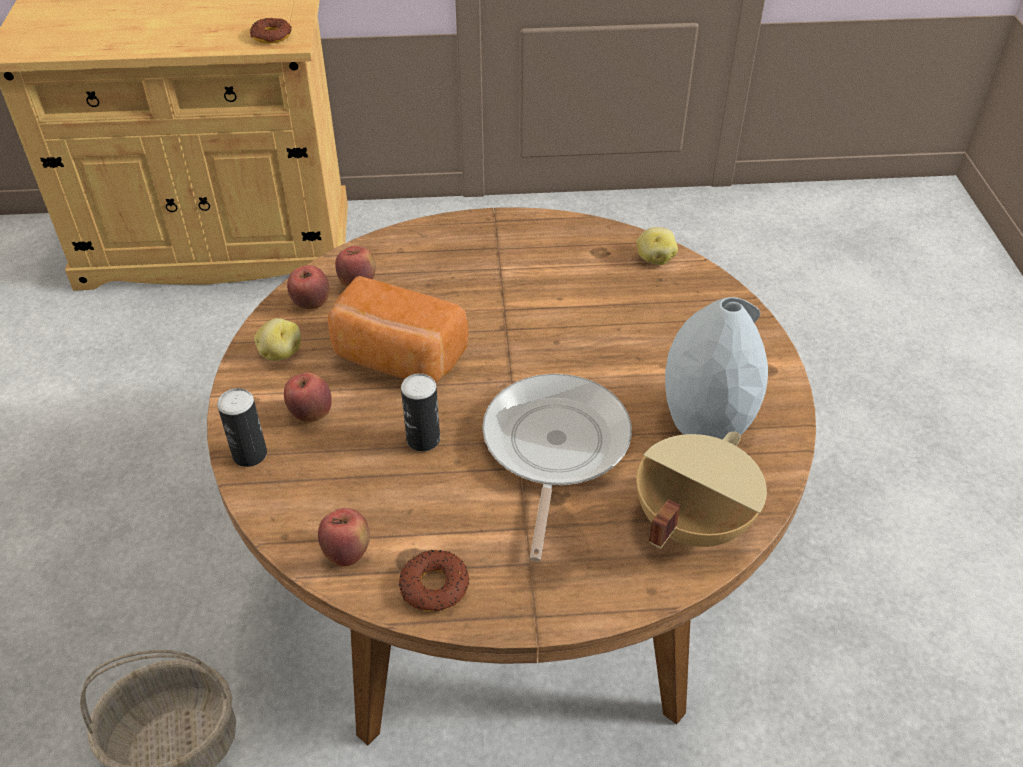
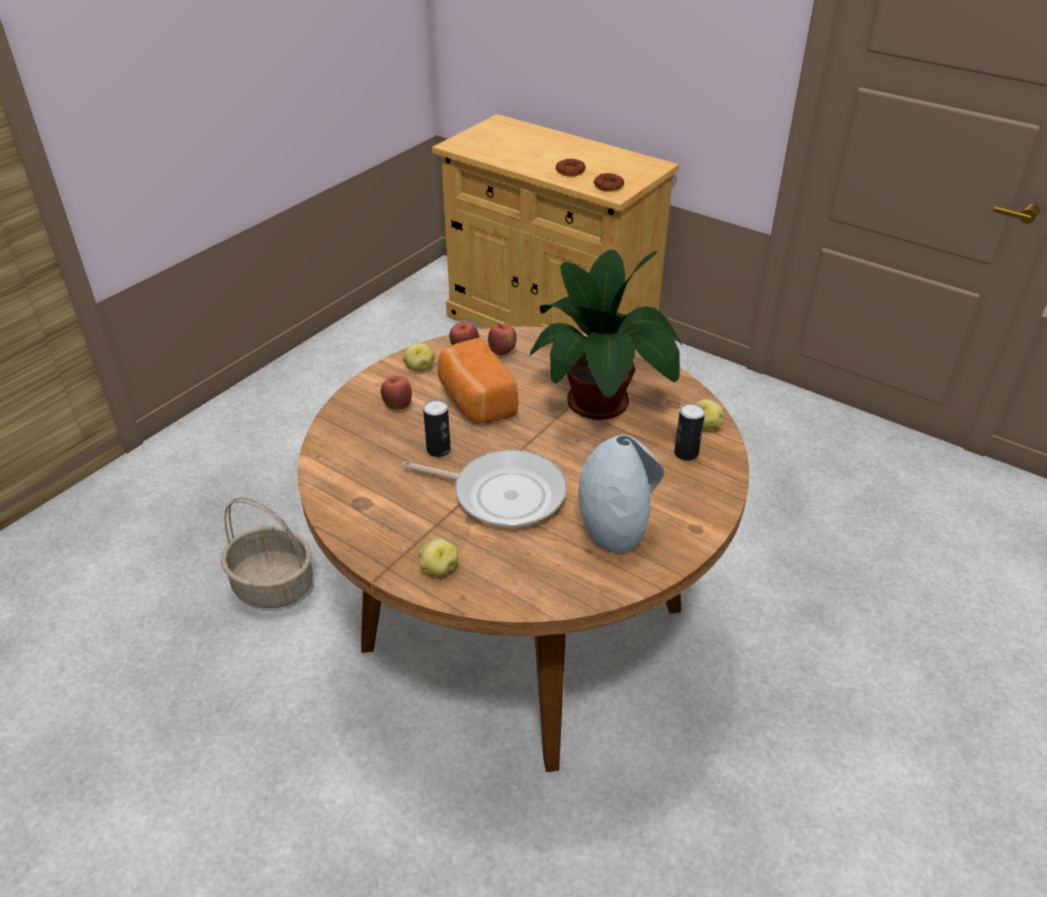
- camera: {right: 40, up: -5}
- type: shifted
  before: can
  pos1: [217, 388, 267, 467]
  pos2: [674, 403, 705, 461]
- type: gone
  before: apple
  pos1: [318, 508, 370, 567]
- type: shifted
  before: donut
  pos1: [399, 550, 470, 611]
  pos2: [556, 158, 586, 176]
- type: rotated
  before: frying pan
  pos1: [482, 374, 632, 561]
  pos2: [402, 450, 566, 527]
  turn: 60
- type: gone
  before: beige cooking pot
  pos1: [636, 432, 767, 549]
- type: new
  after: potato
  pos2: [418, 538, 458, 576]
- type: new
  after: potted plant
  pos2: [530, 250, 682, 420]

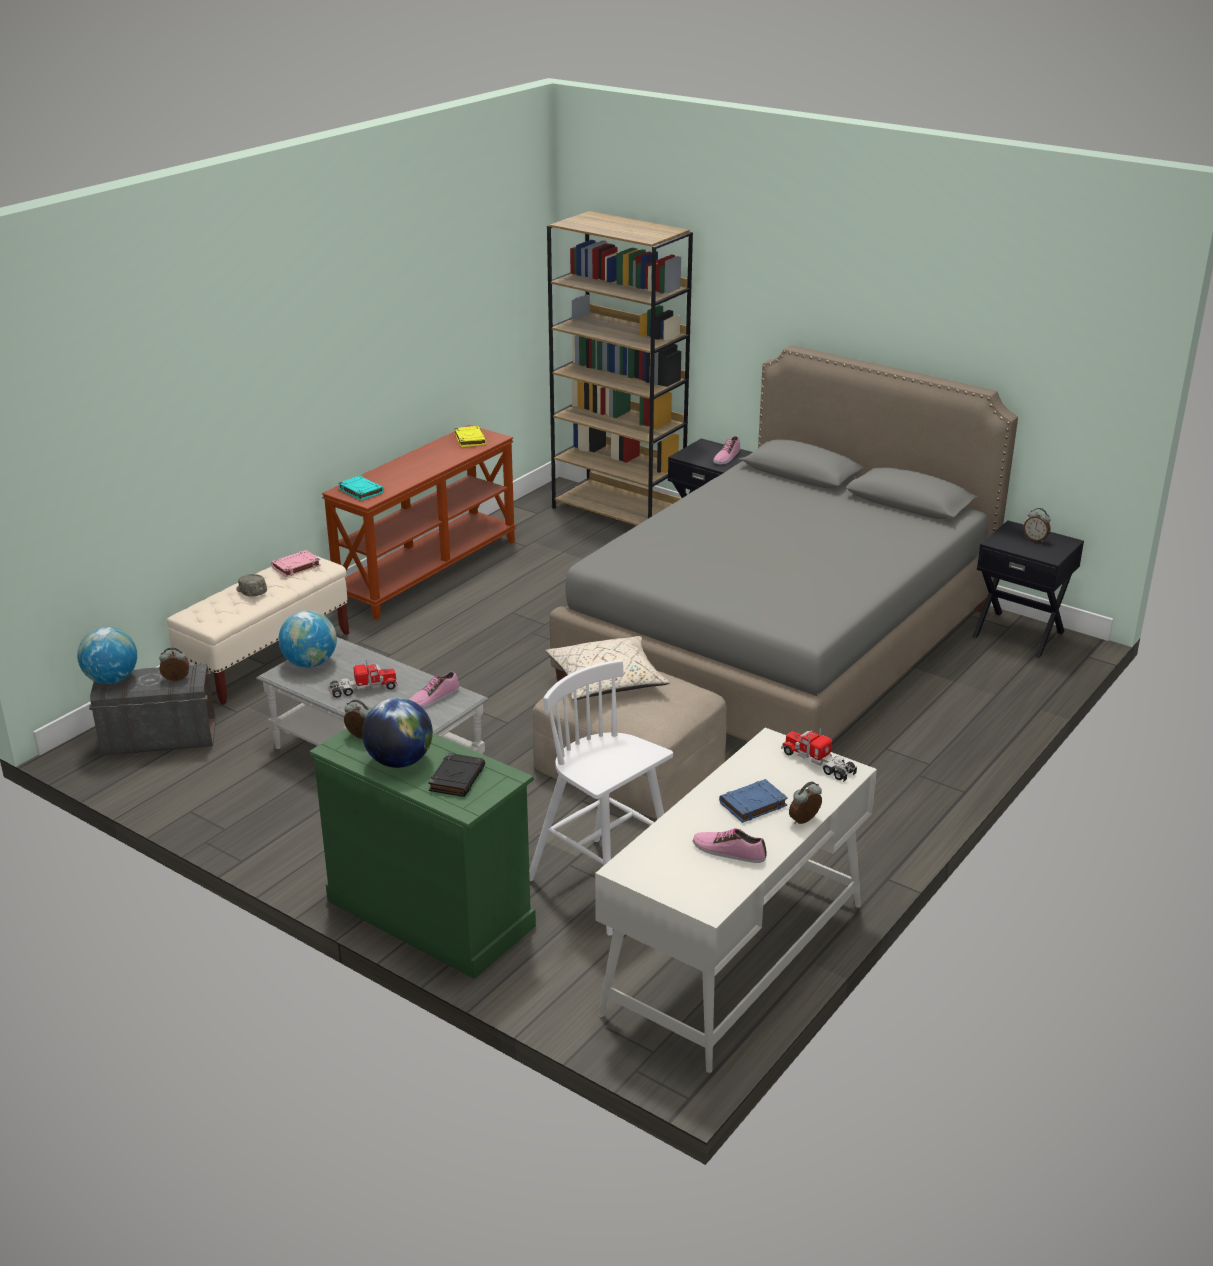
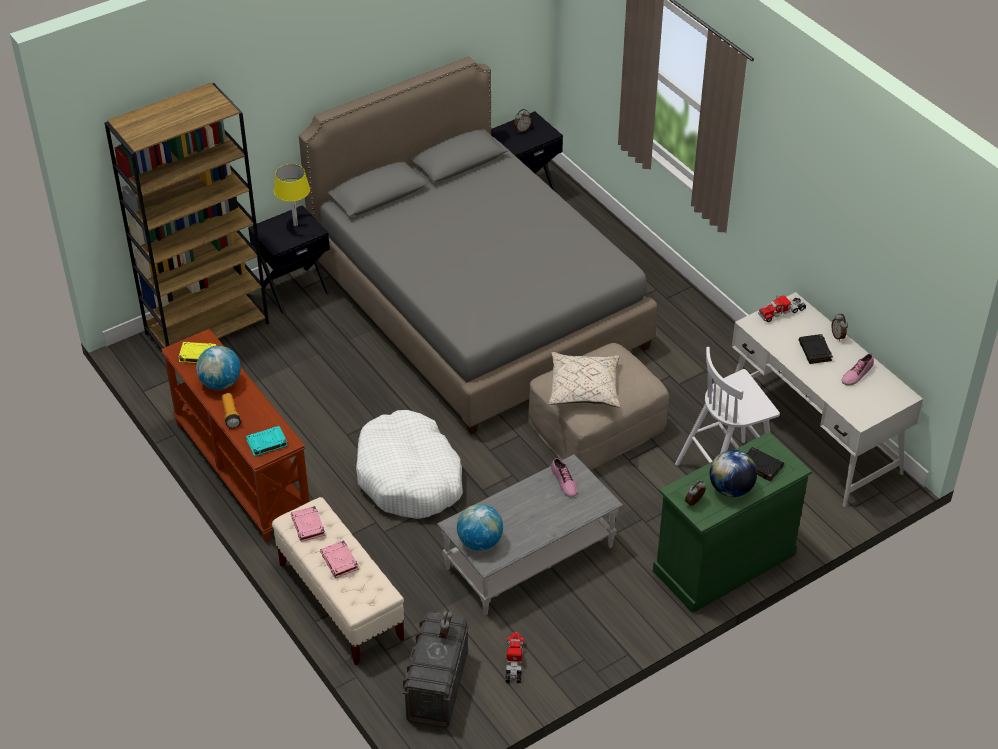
- camera: {right: -70, up: 15}
- type: shifted
  before: globe
  pos1: [77, 627, 137, 684]
  pos2: [196, 346, 241, 390]
- type: swapped
  before: grey cap
  after: pink book
  pos1: [236, 574, 267, 597]
  pos2: [320, 540, 359, 578]
- type: shifted
  before: toy truck
  pos1: [328, 659, 398, 698]
  pos2: [506, 633, 524, 683]
- type: swapped
  before: shoe
  after: yellow table lamp
  pos1: [713, 436, 740, 464]
  pos2: [274, 164, 310, 226]
- type: repainted
  before: blue book
  after: black book
  pos1: [719, 779, 788, 823]
  pos2: [799, 334, 833, 364]
- type: new
  after: flashlight
  pos2: [222, 393, 241, 428]
- type: new
  after: white dog bed
  pos2: [356, 410, 463, 519]

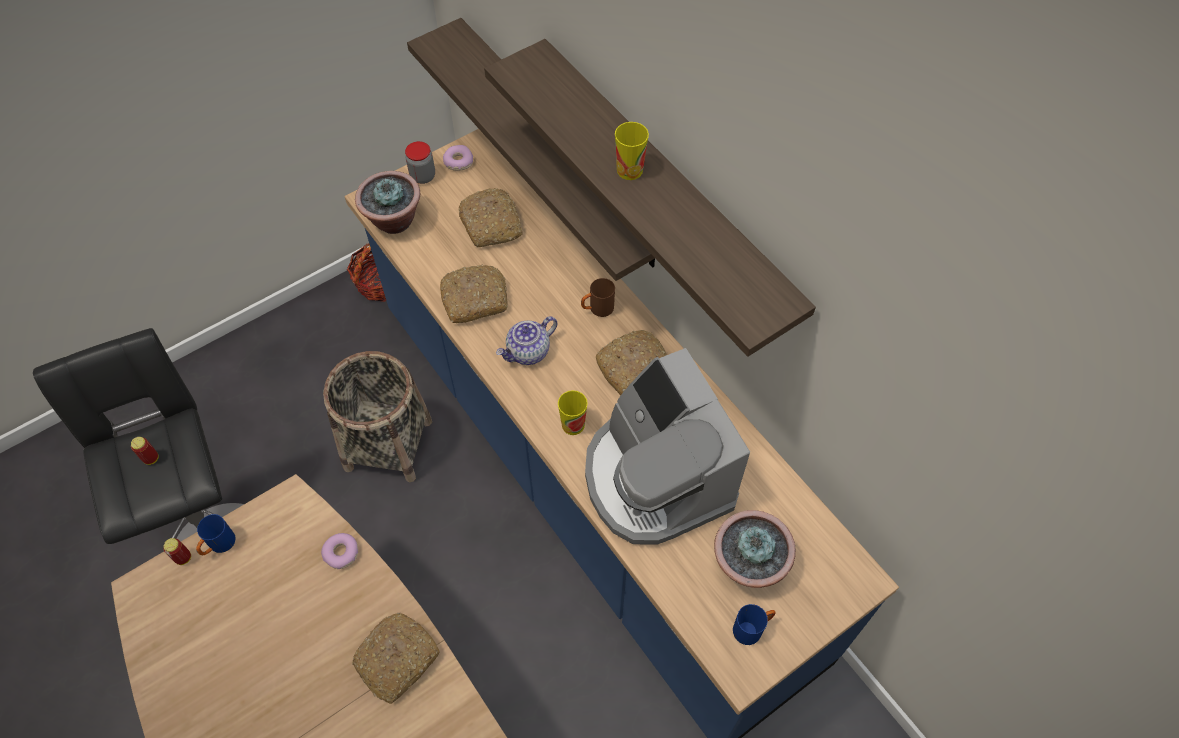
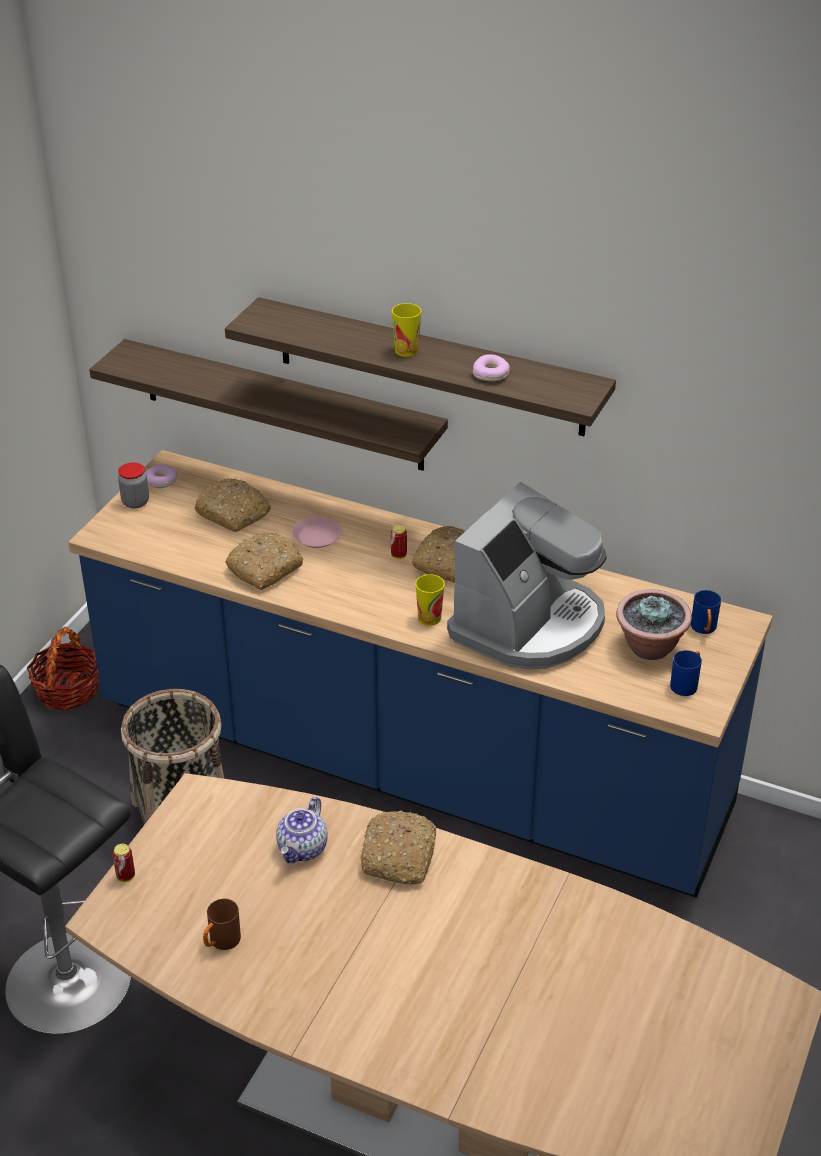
- camera: {right: -30, up: -20}
- type: shifted
  before: can
  pos1: [131, 437, 159, 465]
  pos2: [391, 525, 407, 559]
- type: shifted
  before: blue mug
  pos1: [196, 514, 235, 555]
  pos2: [691, 590, 721, 634]
- type: shifted
  before: donut
  pos1: [321, 533, 358, 569]
  pos2: [473, 354, 510, 381]
- type: gone
  before: potted plant
  pos1: [355, 171, 420, 234]
- type: shifted
  before: teapot
  pos1: [496, 316, 557, 365]
  pos2: [276, 797, 328, 863]
- type: shifted
  before: brown mug
  pos1: [581, 278, 615, 317]
  pos2: [203, 899, 241, 950]
- type: rotated
  before: coffee machine
  pos1: [585, 348, 750, 545]
  pos2: [447, 482, 607, 669]
  turn: -90
- type: new
  after: pink plate
  pos2: [292, 516, 342, 548]

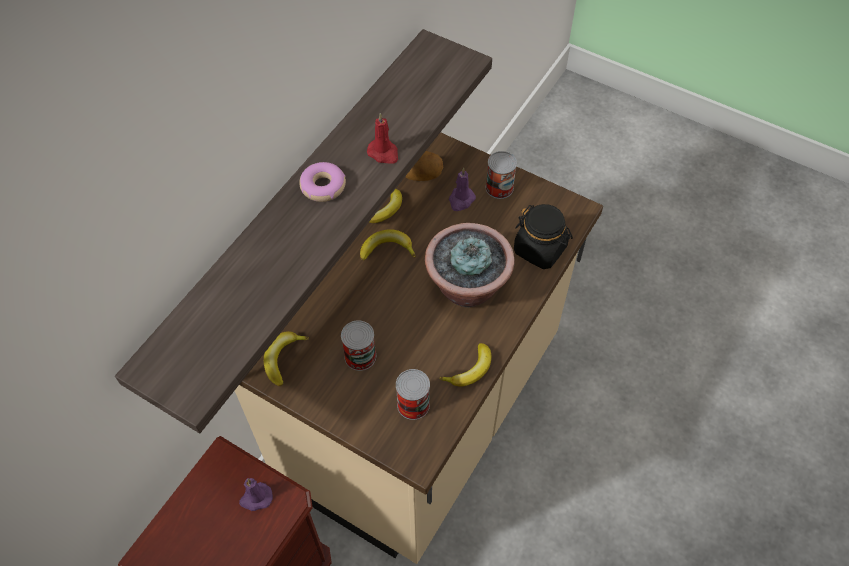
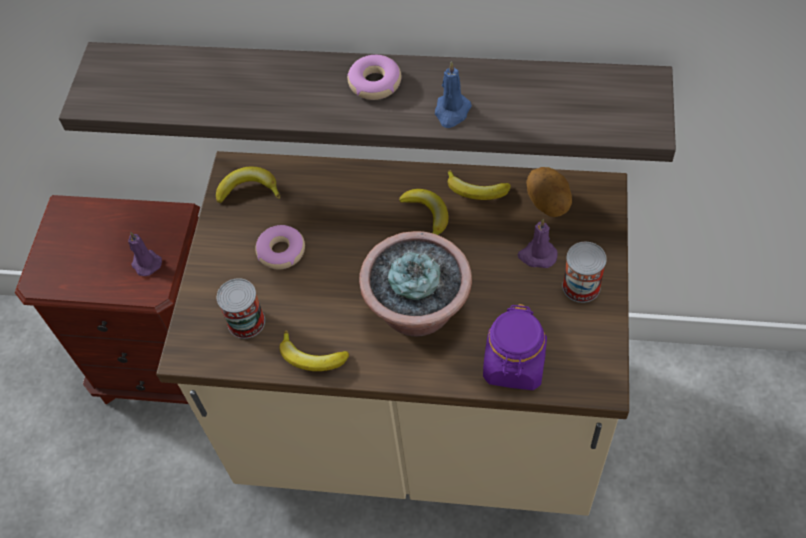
- camera: {right: 70, up: 0}
- type: swapped
  before: can
  after: donut
  pos1: [341, 320, 376, 371]
  pos2: [255, 225, 305, 269]
- type: repainted
  before: red candle
  after: blue candle
  pos1: [367, 113, 398, 164]
  pos2: [435, 61, 472, 128]
- type: repainted
  before: black jar
  after: purple jar
  pos1: [514, 204, 573, 269]
  pos2: [483, 304, 547, 390]

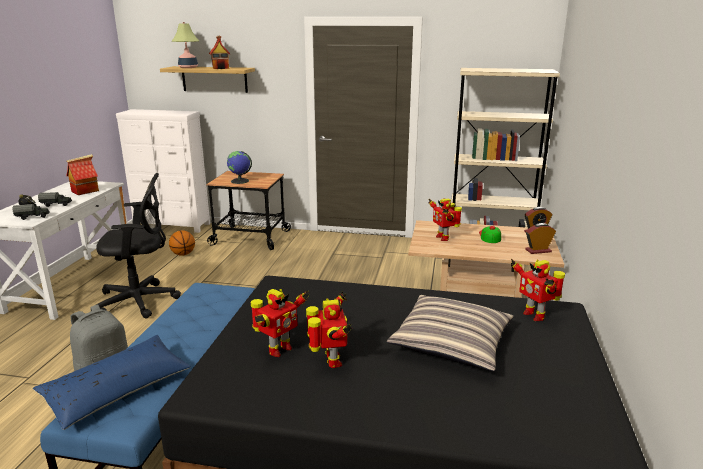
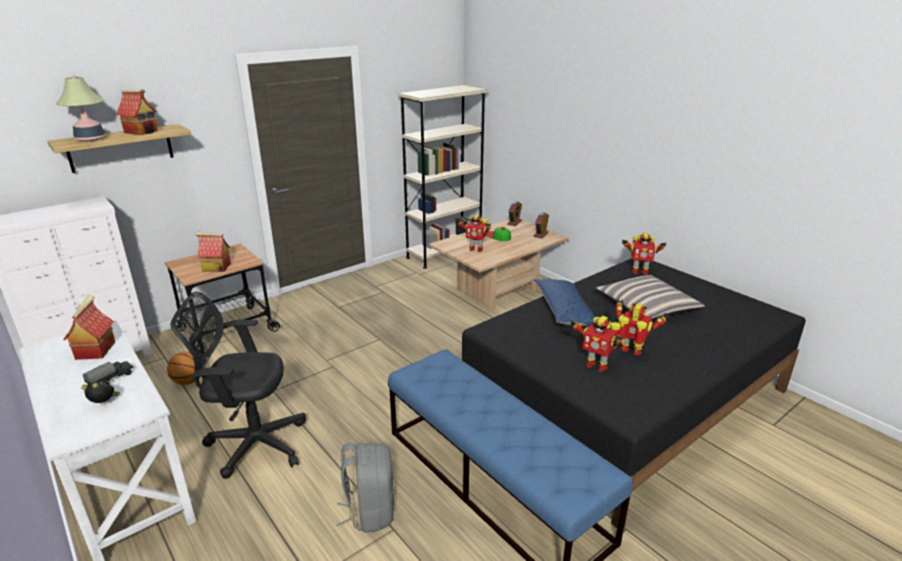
- camera: {right: -50, up: 5}
- type: gone
  before: toy truck
  pos1: [13, 204, 50, 220]
- type: shifted
  before: blue pillow
  pos1: [33, 335, 191, 430]
  pos2: [533, 279, 595, 327]
- type: rotated
  before: black office chair
  pos1: [96, 173, 181, 319]
  pos2: [171, 292, 306, 479]
  turn: -120
- type: swapped
  before: globe
  after: toy house
  pos1: [227, 151, 252, 184]
  pos2: [195, 232, 231, 272]
- type: rotated
  before: toy robot
  pos1: [251, 289, 309, 357]
  pos2: [570, 316, 622, 372]
  turn: 135

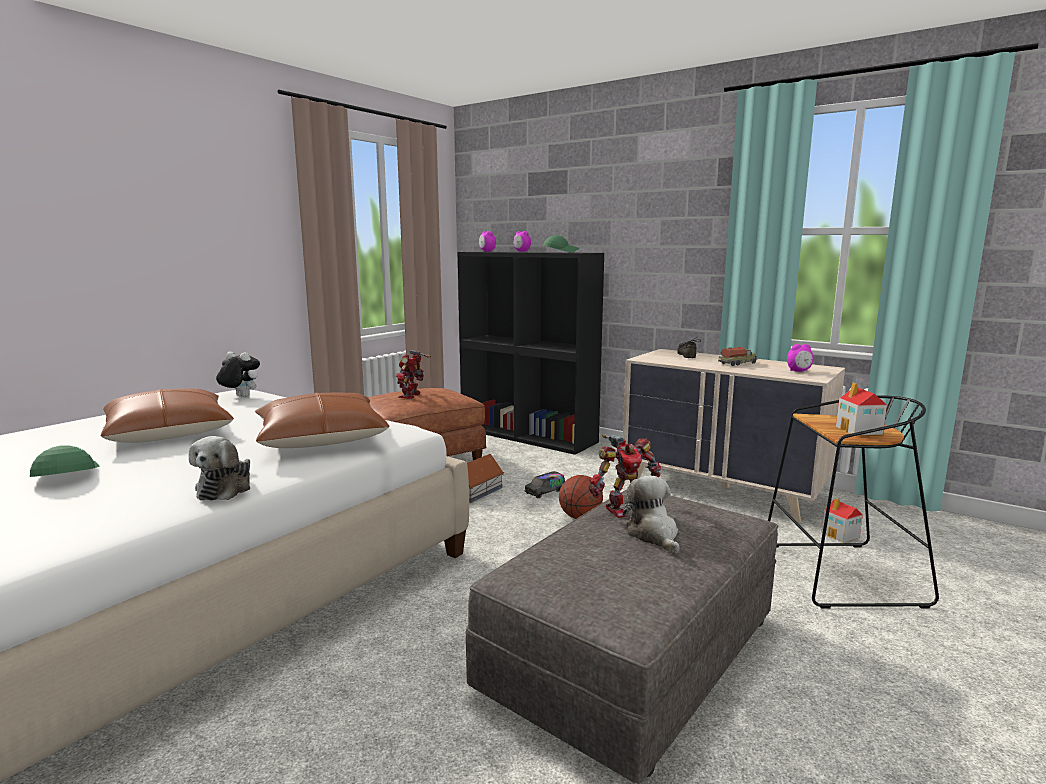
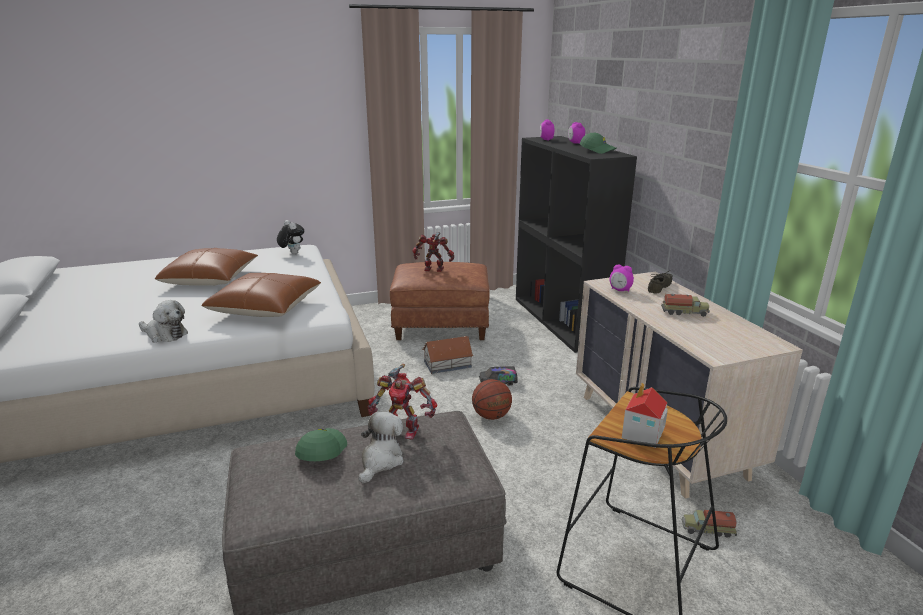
- camera: {right: 35, up: 10}
- type: shifted
  before: green cap
  pos1: [30, 445, 100, 477]
  pos2: [295, 428, 347, 461]
- type: rotated
  before: plush toy
  pos1: [189, 436, 250, 500]
  pos2: [139, 300, 188, 342]
  turn: -105
- type: rotated
  before: toy robot
  pos1: [396, 350, 431, 399]
  pos2: [412, 232, 454, 272]
  turn: 45
- type: shifted
  before: alarm clock
  pos1: [787, 344, 813, 372]
  pos2: [609, 264, 634, 291]
- type: swapped
  before: toy house
  after: toy truck
  pos1: [821, 498, 863, 543]
  pos2: [682, 510, 737, 538]

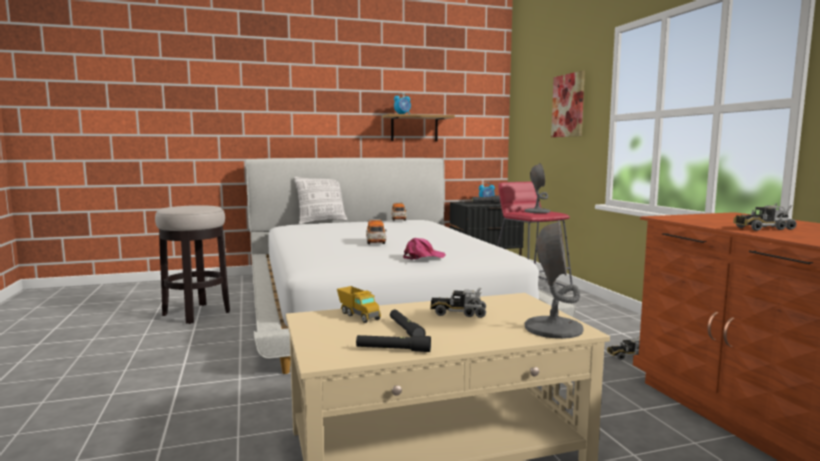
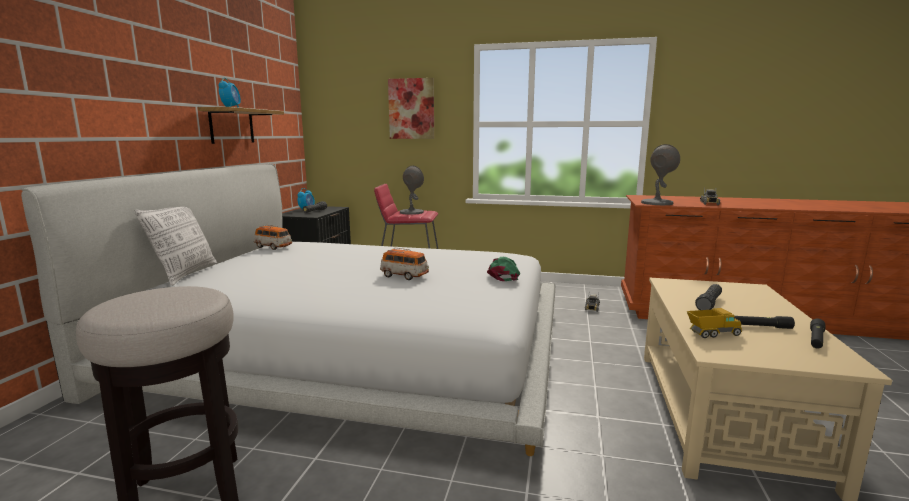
- camera: {right: -60, up: 5}
- type: repainted
  before: pink cap
  after: green cap
  pos1: [403, 238, 445, 260]
  pos2: [487, 257, 520, 281]
- type: swapped
  before: toy truck
  after: black flashlight
  pos1: [430, 288, 486, 318]
  pos2: [695, 284, 722, 310]
- type: shifted
  before: grey table lamp
  pos1: [525, 220, 584, 339]
  pos2: [641, 144, 680, 205]

